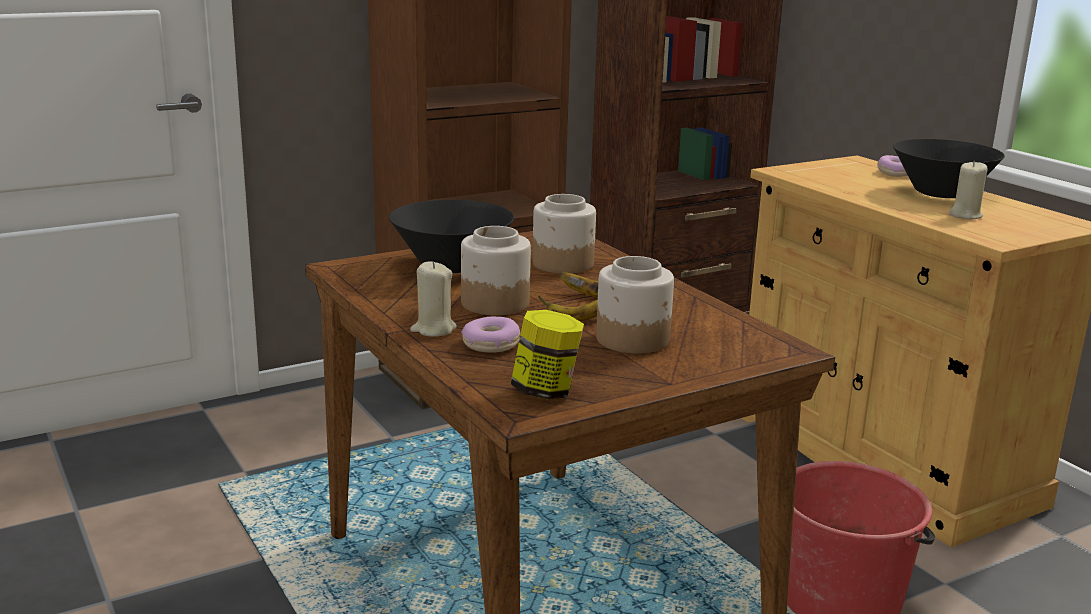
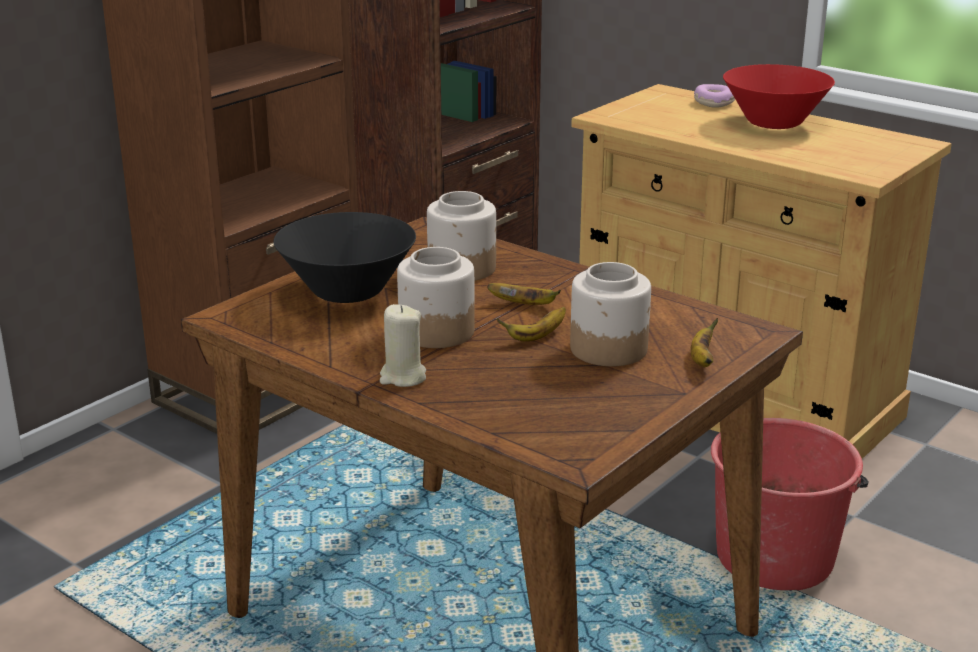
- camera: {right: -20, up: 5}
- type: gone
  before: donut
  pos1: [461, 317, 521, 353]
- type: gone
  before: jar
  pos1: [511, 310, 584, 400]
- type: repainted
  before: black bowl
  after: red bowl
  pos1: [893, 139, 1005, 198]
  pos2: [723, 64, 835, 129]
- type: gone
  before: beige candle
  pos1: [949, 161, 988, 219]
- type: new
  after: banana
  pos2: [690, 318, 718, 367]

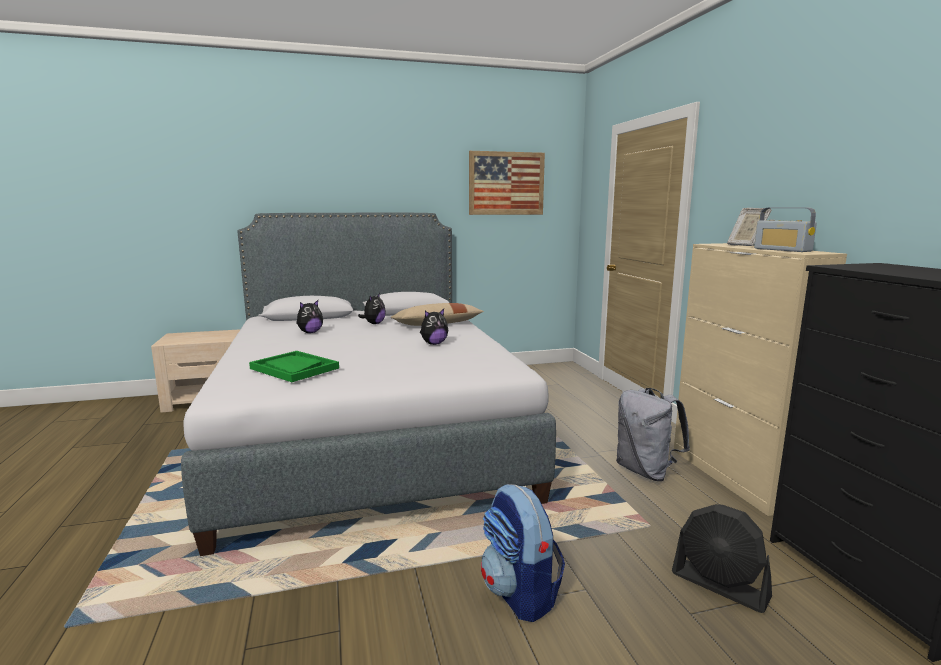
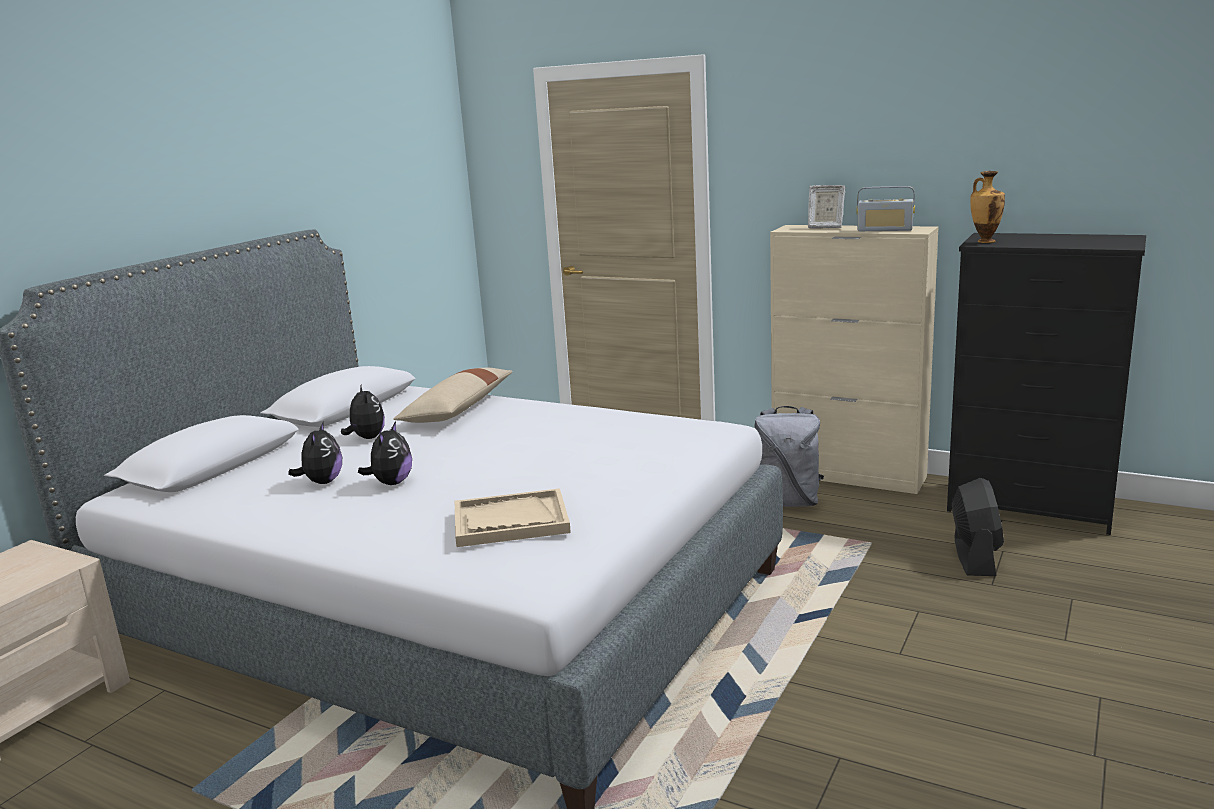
- camera: {right: -45, up: 5}
- type: repainted
  before: green tray
  after: beige tray
  pos1: [249, 351, 339, 382]
  pos2: [455, 488, 571, 547]
- type: shifted
  before: plush toy
  pos1: [420, 309, 448, 345]
  pos2: [358, 421, 412, 485]
- type: gone
  before: picture
  pos1: [469, 151, 545, 215]
- type: gone
  before: backpack
  pos1: [481, 484, 565, 622]
- type: rotated
  before: black fan
  pos1: [672, 504, 772, 613]
  pos2: [952, 478, 1004, 576]
  turn: -75
- type: new
  after: vase
  pos2: [970, 171, 1005, 243]

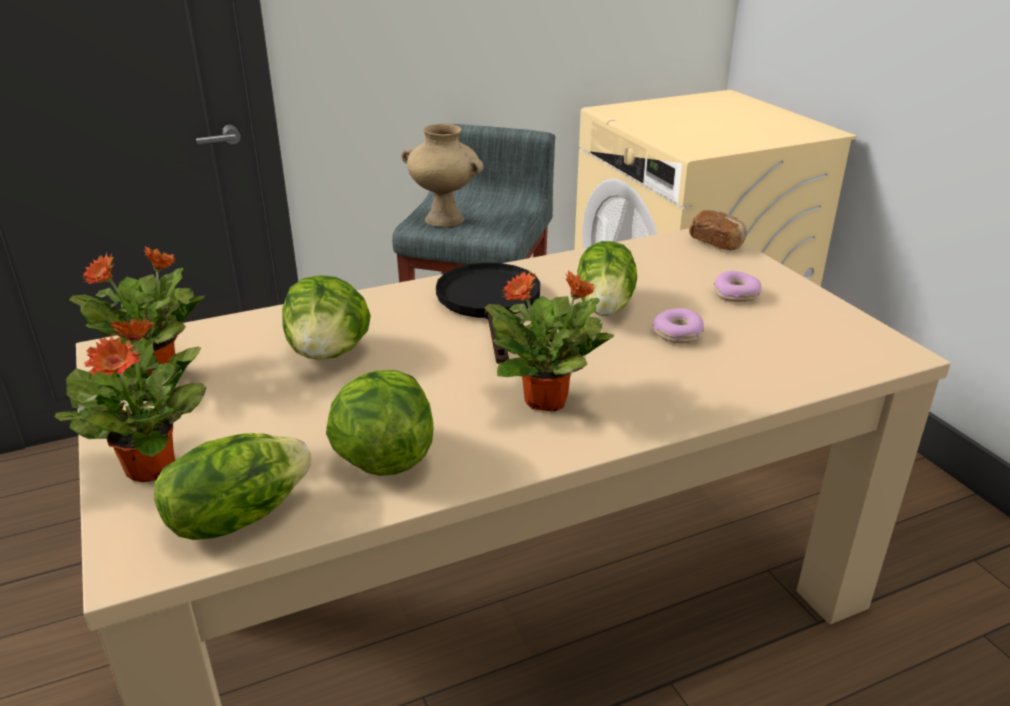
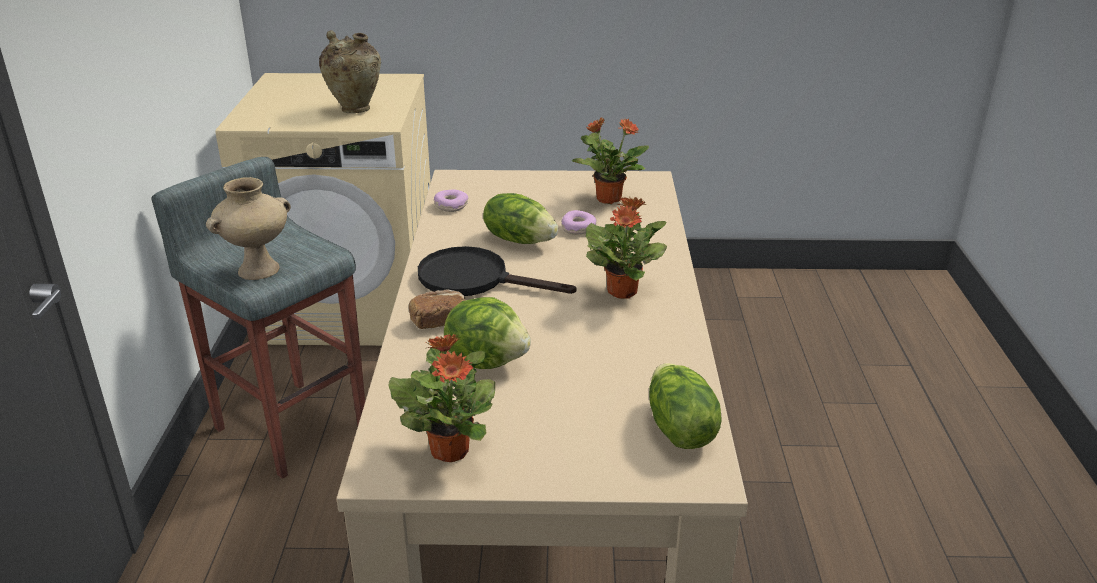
- camera: {right: -65, up: 0}
- type: shifted
  before: potted plant
  pos1: [55, 319, 206, 482]
  pos2: [572, 118, 649, 204]
- type: gone
  before: lettuce
  pos1: [326, 370, 434, 476]
- type: shifted
  before: bread
  pos1: [689, 210, 747, 250]
  pos2: [409, 290, 465, 329]
- type: shifted
  before: donut
  pos1: [714, 271, 762, 302]
  pos2: [434, 190, 468, 212]
- type: new
  after: beige vase
  pos2: [319, 30, 381, 113]

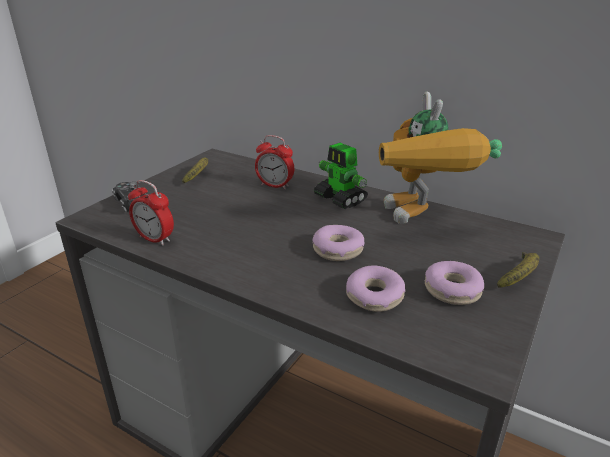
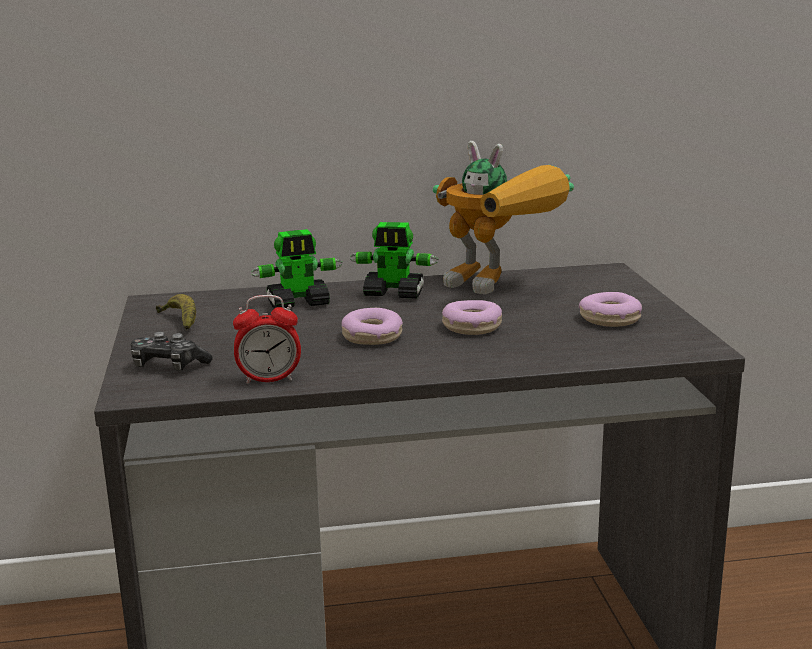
- camera: {right: -40, up: -10}
- type: swapped
  before: alarm clock
  after: toy robot
  pos1: [255, 135, 294, 189]
  pos2: [251, 229, 342, 308]
- type: shifted
  before: donut
  pos1: [346, 265, 405, 312]
  pos2: [342, 308, 403, 345]
- type: gone
  before: banana
  pos1: [497, 252, 539, 288]

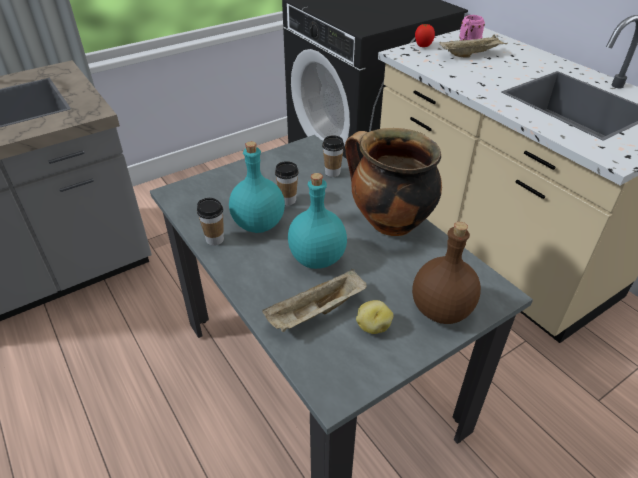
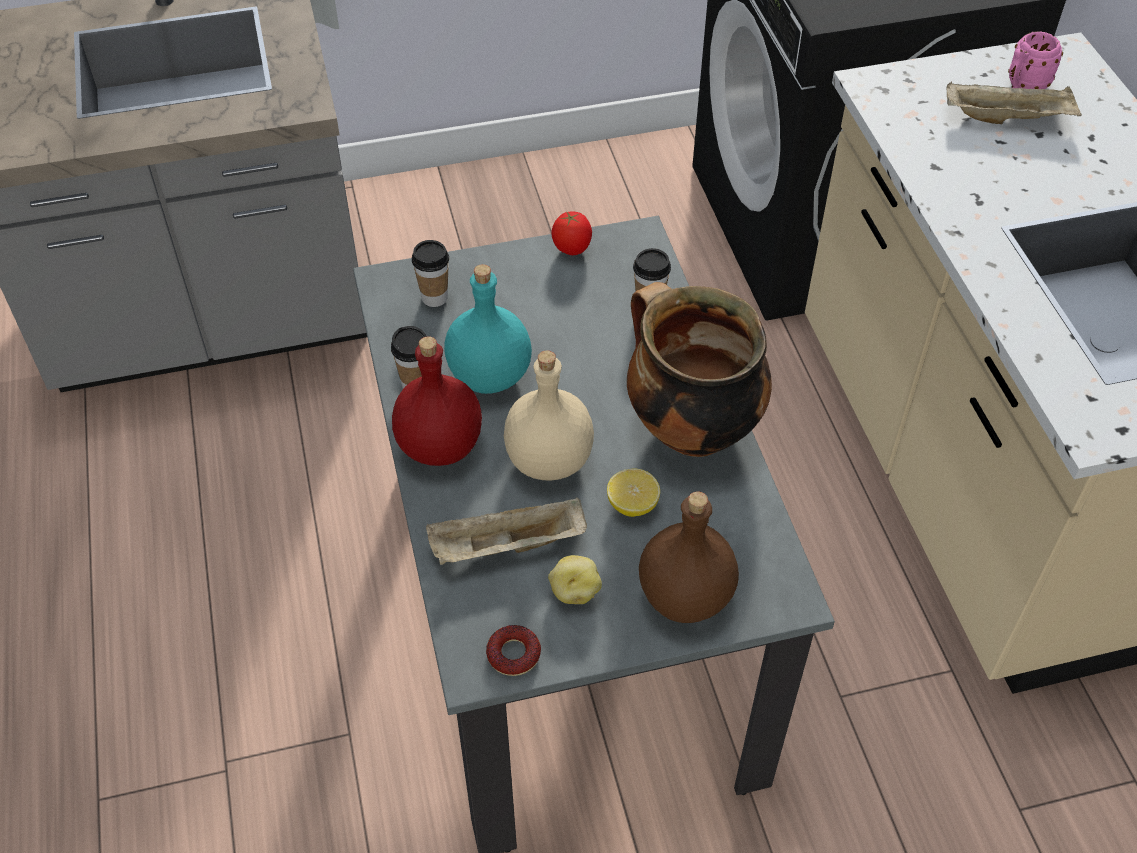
- camera: {right: 20, up: 10}
- type: shifted
  before: cup
  pos1: [275, 161, 299, 205]
  pos2: [412, 240, 449, 307]
- type: repainted
  before: turquoise bottle
  after: beige bottle
  pos1: [288, 173, 347, 269]
  pos2: [504, 351, 594, 481]
- type: shifted
  before: tomato
  pos1: [415, 24, 435, 47]
  pos2: [551, 211, 592, 255]
- type: new
  after: red bottle
  pos2: [392, 336, 482, 466]
- type: new
  after: donut
  pos2: [486, 625, 541, 676]
- type: new
  after: lemon
  pos2: [607, 468, 660, 517]

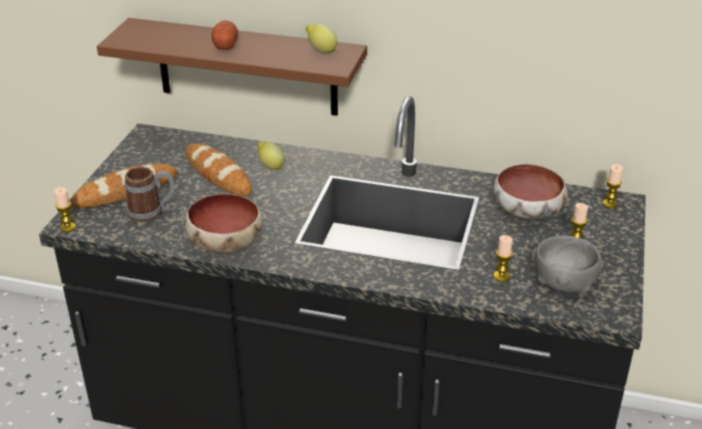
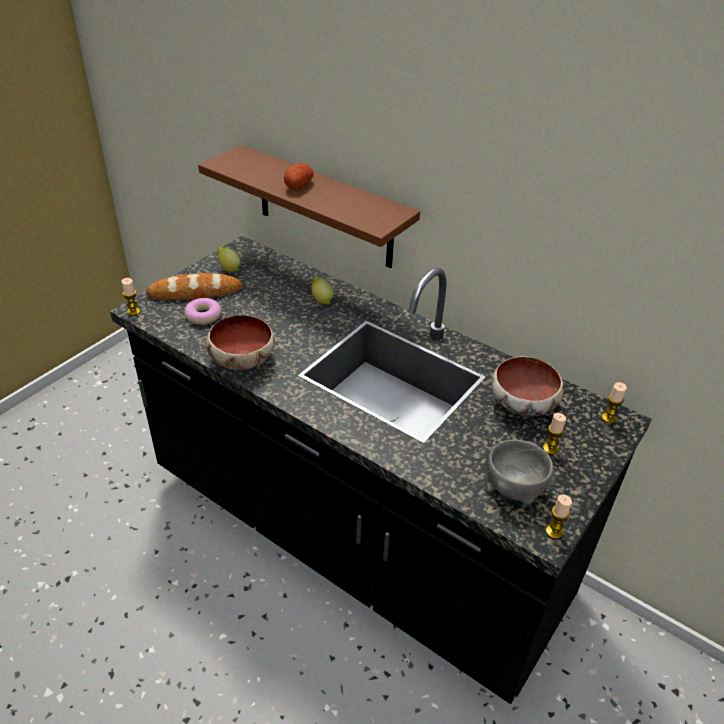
- camera: {right: 20, up: 5}
- type: swapped
  before: mug
  after: donut
  pos1: [124, 167, 174, 222]
  pos2: [184, 298, 221, 325]
- type: gone
  before: bread
  pos1: [186, 143, 252, 196]
- type: shifted
  before: lemon
  pos1: [306, 24, 337, 53]
  pos2: [217, 247, 240, 272]
- type: shifted
  before: candle
  pos1: [493, 235, 513, 282]
  pos2: [546, 494, 572, 539]

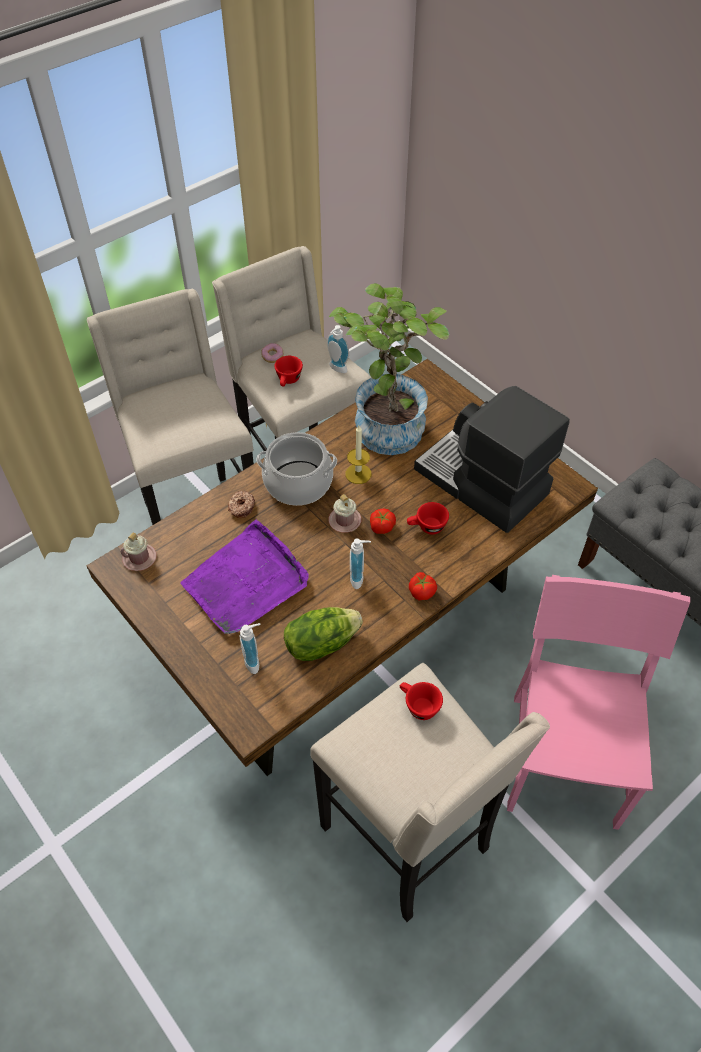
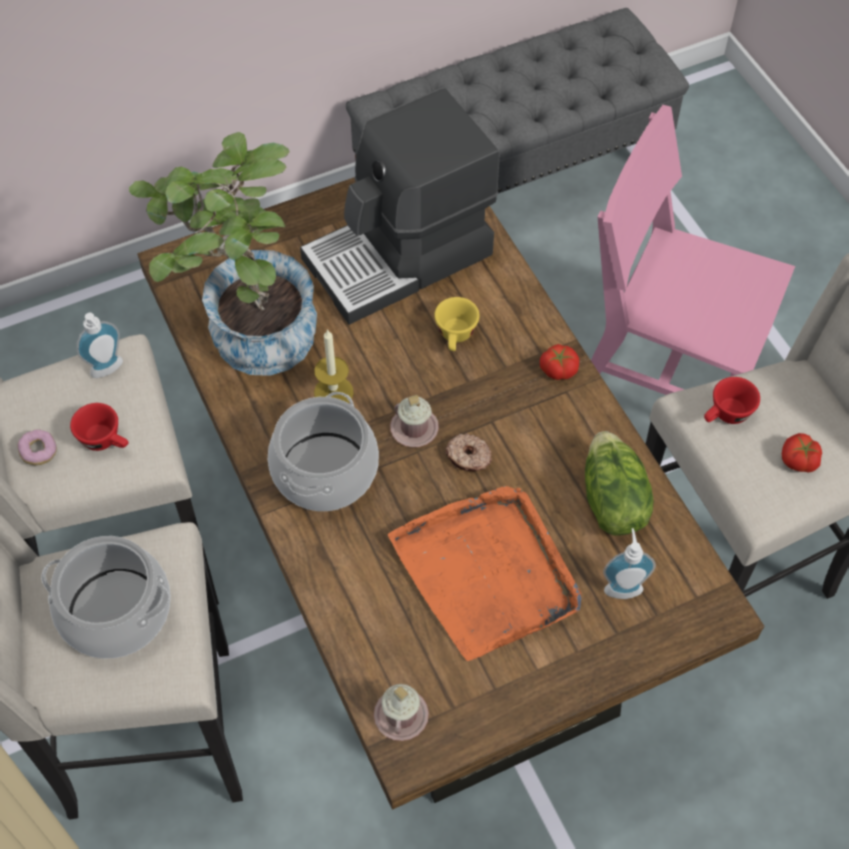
- camera: {right: -75, up: 5}
- type: repainted
  before: purple tray
  after: orange tray
  pos1: [180, 519, 309, 634]
  pos2: [388, 486, 582, 661]
- type: shifted
  before: donut
  pos1: [228, 491, 255, 518]
  pos2: [445, 433, 492, 471]
- type: gone
  before: soap dispenser
  pos1: [350, 539, 371, 589]
- type: shifted
  before: tomato
  pos1: [370, 509, 396, 534]
  pos2: [782, 433, 822, 473]
- type: repainted
  before: red cup
  after: yellow cup
  pos1: [407, 502, 449, 534]
  pos2: [434, 297, 480, 351]
- type: new
  after: cooking pot
  pos2: [41, 536, 171, 658]

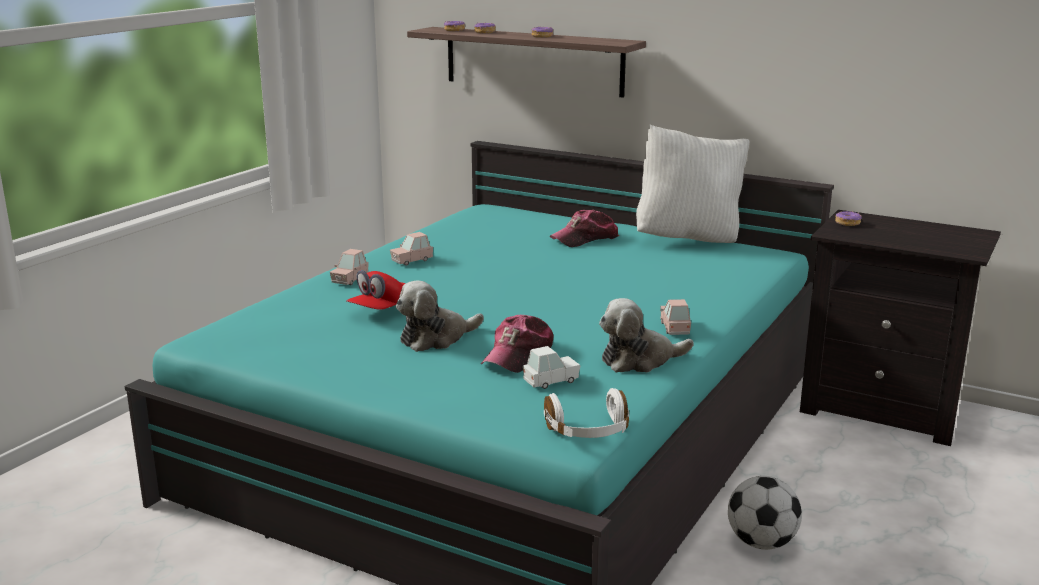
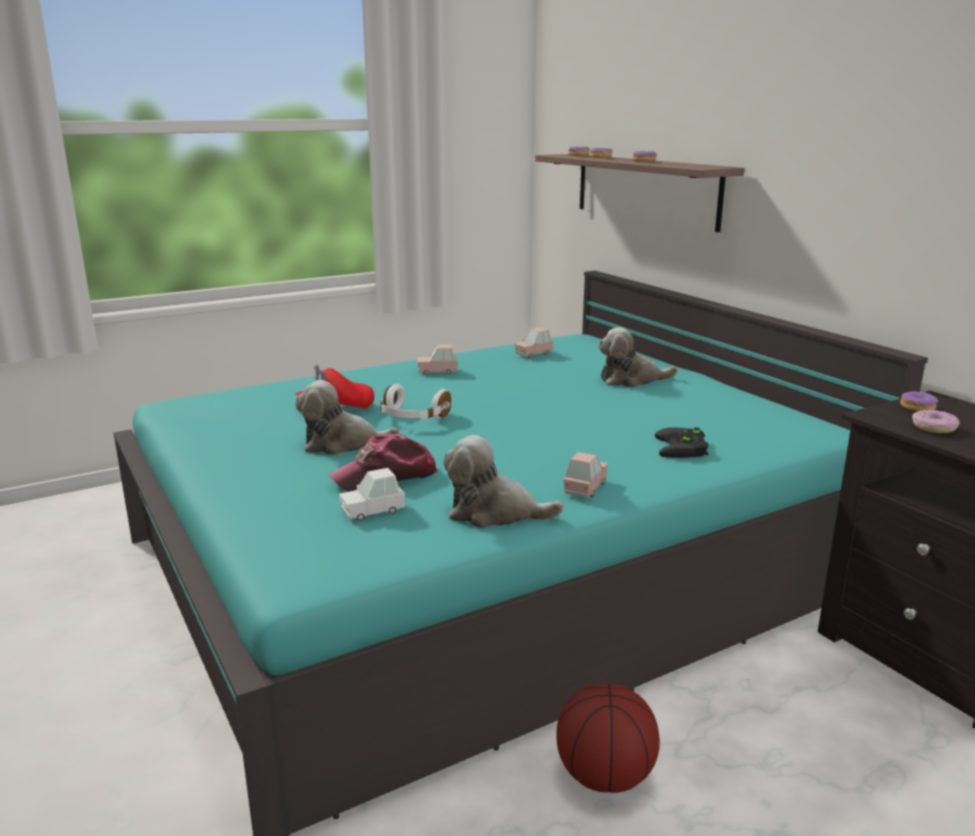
- camera: {right: 30, up: 0}
- type: shifted
  before: pink toy car
  pos1: [330, 249, 369, 285]
  pos2: [515, 327, 554, 358]
- type: rotated
  before: white toy car
  pos1: [523, 346, 581, 389]
  pos2: [339, 468, 405, 521]
  turn: 150
- type: shifted
  before: white headphones
  pos1: [544, 388, 629, 438]
  pos2: [380, 384, 451, 419]
- type: swapped
  before: cap
  after: plush toy
  pos1: [550, 210, 619, 247]
  pos2: [598, 327, 678, 387]
- type: gone
  before: white pillow
  pos1: [636, 124, 749, 243]
- type: swapped
  before: football
  after: basketball
  pos1: [728, 476, 802, 550]
  pos2: [557, 683, 660, 793]
- type: new
  after: black game controller
  pos2: [655, 427, 709, 458]
- type: new
  after: donut
  pos2: [912, 410, 959, 433]

